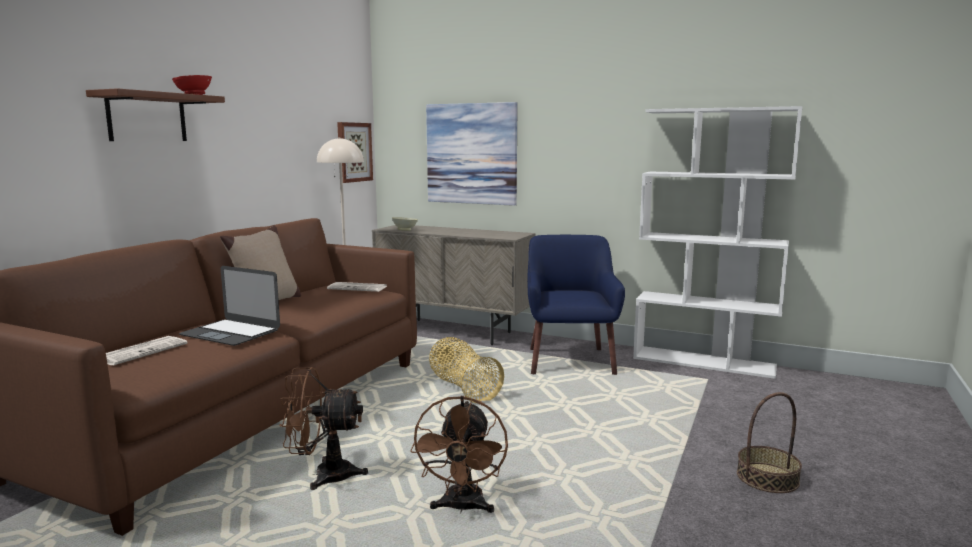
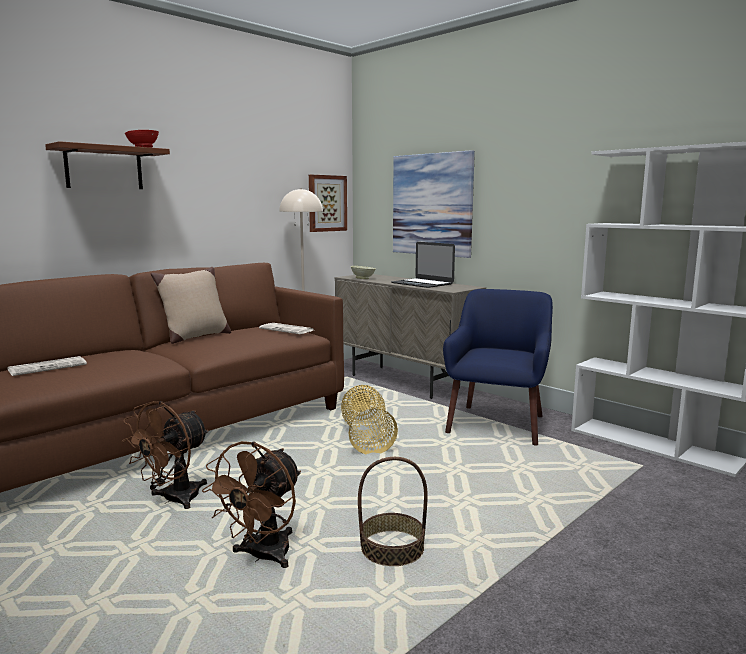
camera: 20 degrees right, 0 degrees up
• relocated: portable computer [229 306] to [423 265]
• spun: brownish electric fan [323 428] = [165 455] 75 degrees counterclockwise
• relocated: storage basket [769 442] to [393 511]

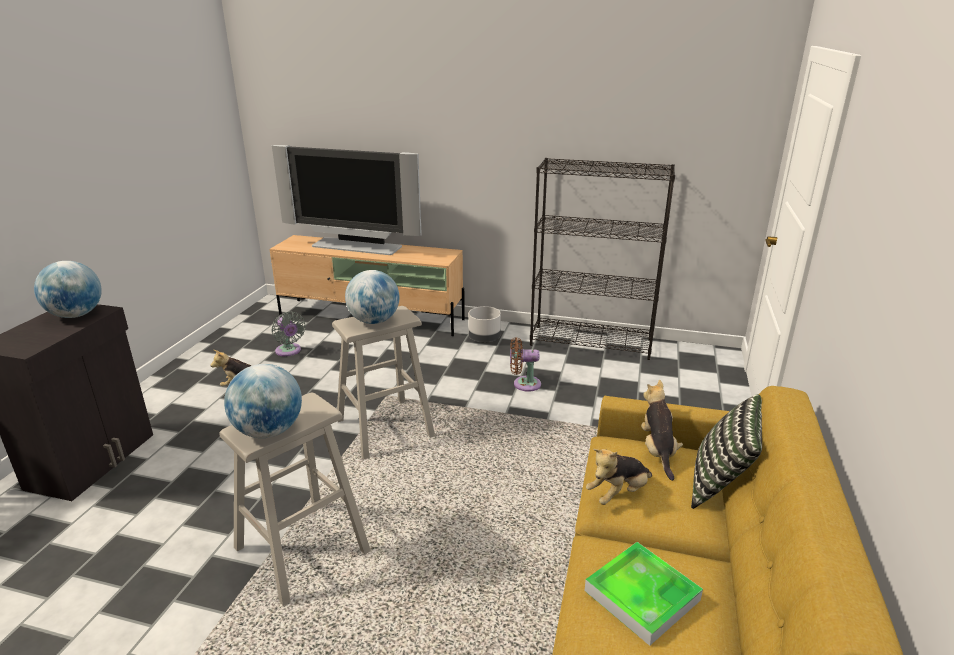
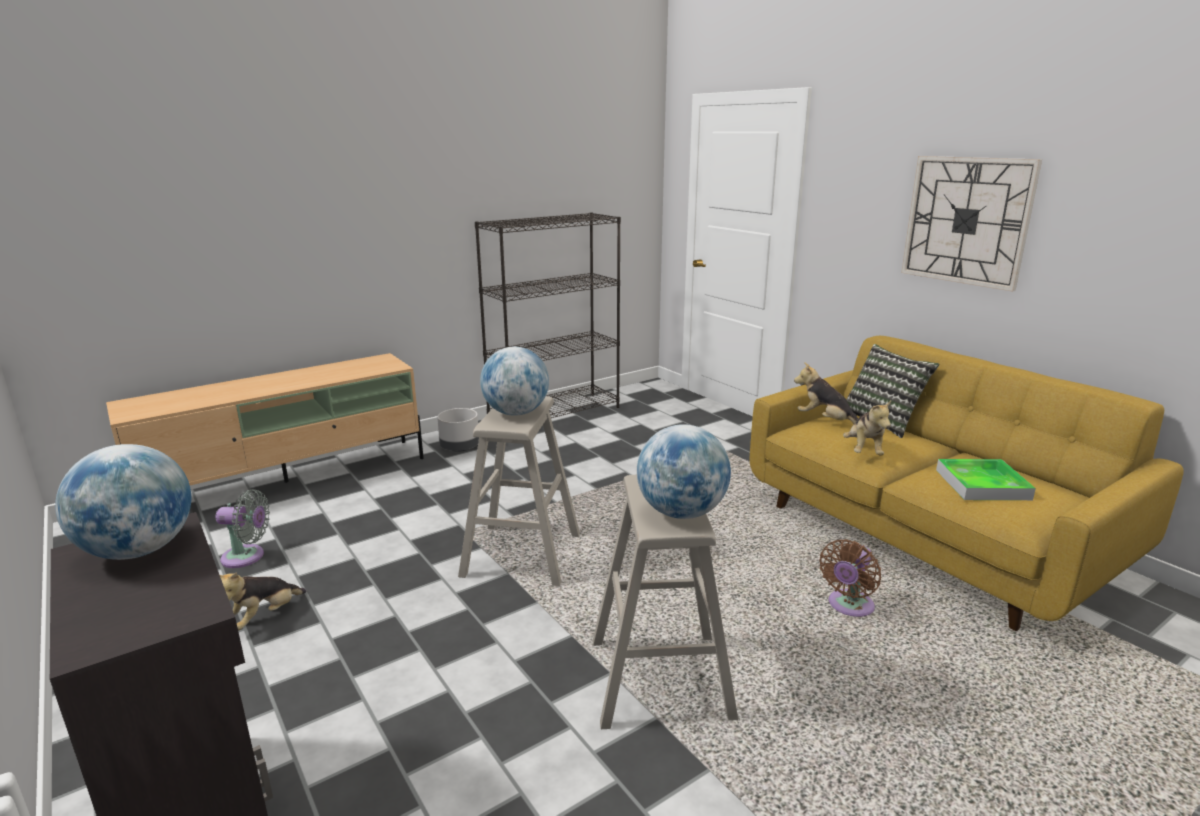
camera: 50 degrees left, 5 degrees down
• missing: TV set [347 200]
• relocated: brownish electric fan [525 364] to [850 578]
• appeared: clock on the wall [971 224]

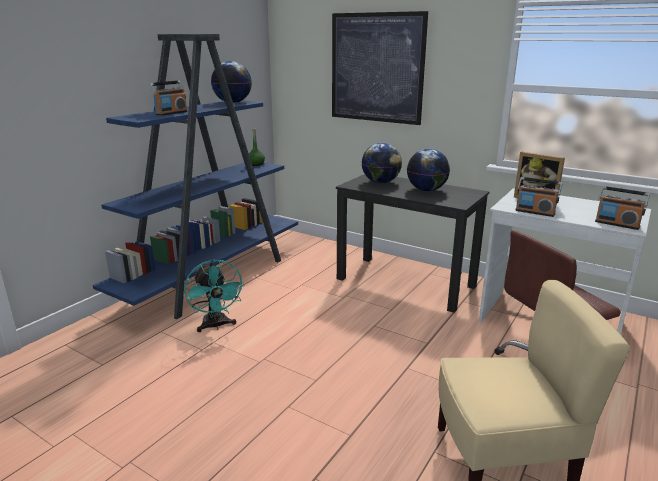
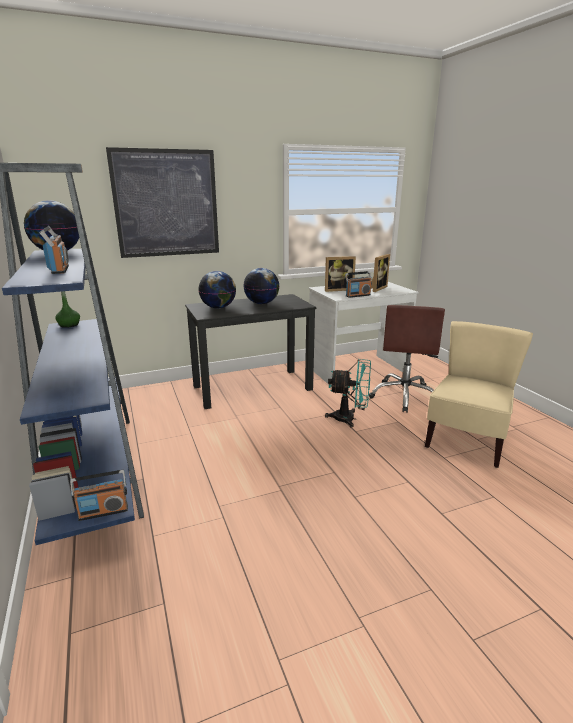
camera: 55 degrees left, 0 degrees up
• relocated: radio [622 208] to [99 495]
• relocated: blue-green electric fan [214 295] to [348 393]
• appeared: photo frame [380 273]

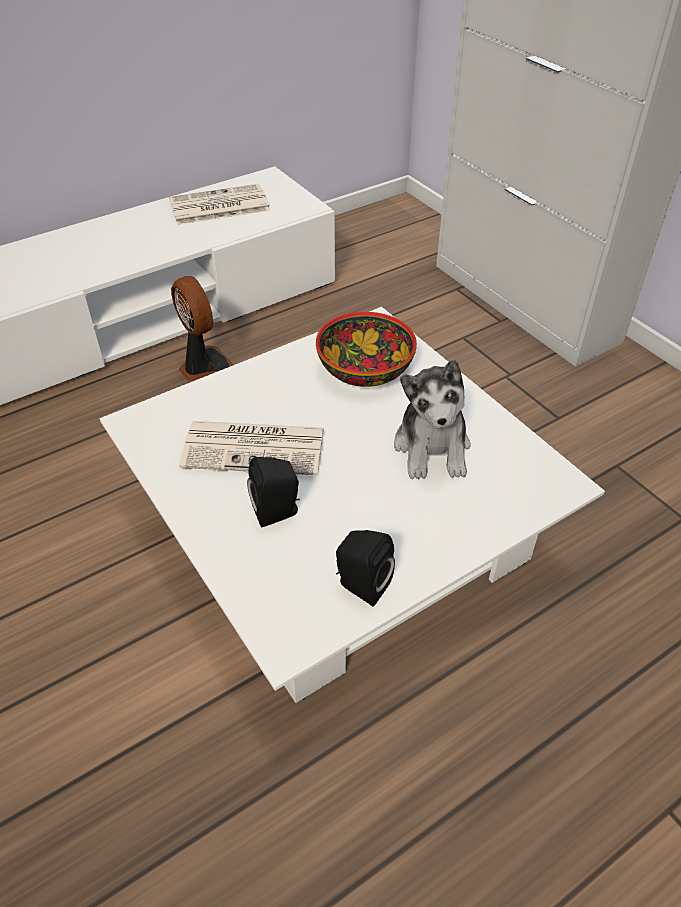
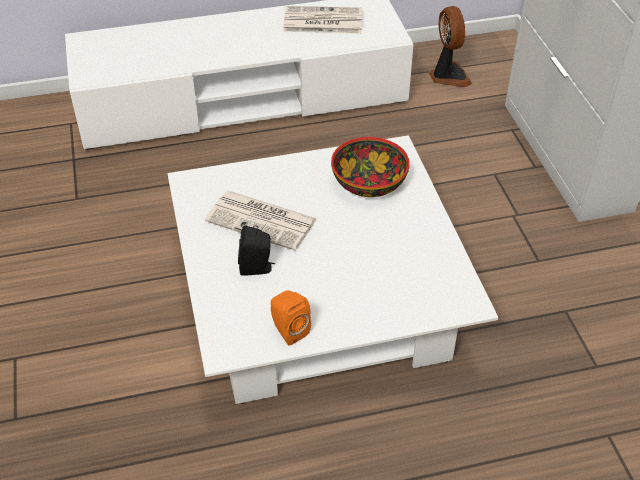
camera: 20 degrees right, 0 degrees up
• relocated: electric fan [202 329] to [450 46]
• missing: soft toy [432 419]
• colour: black-coloured speaker [365 568] to orange speaker [291 318]

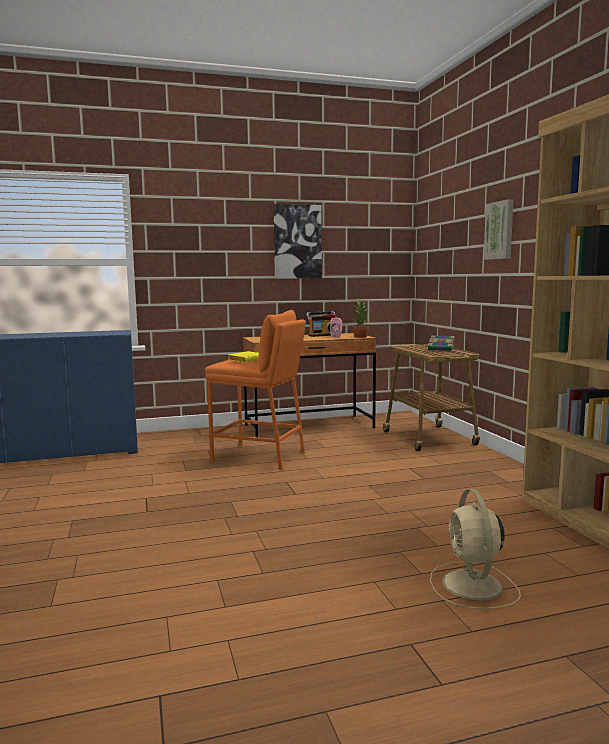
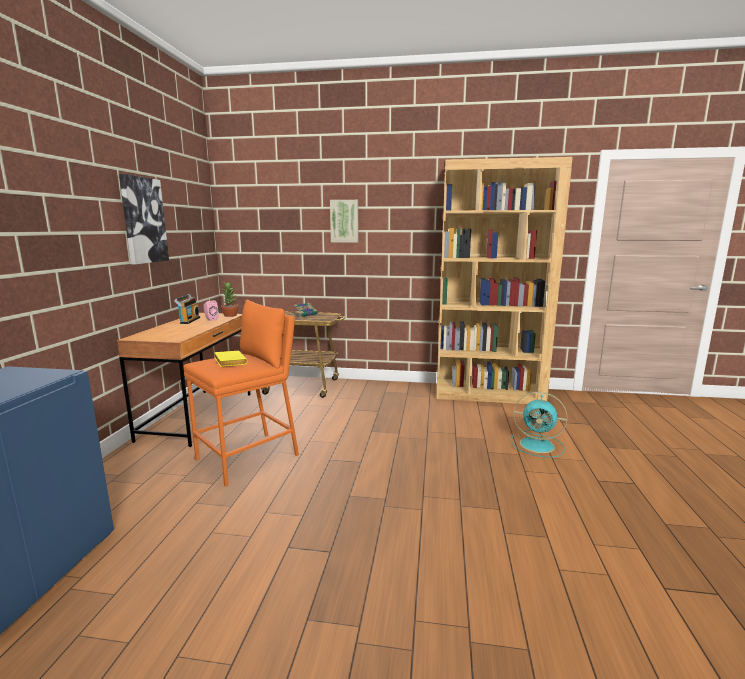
camera: 65 degrees left, 5 degrees up
• colour: beige-coloured electric fan [475 549] to blue-green electric fan [539 425]

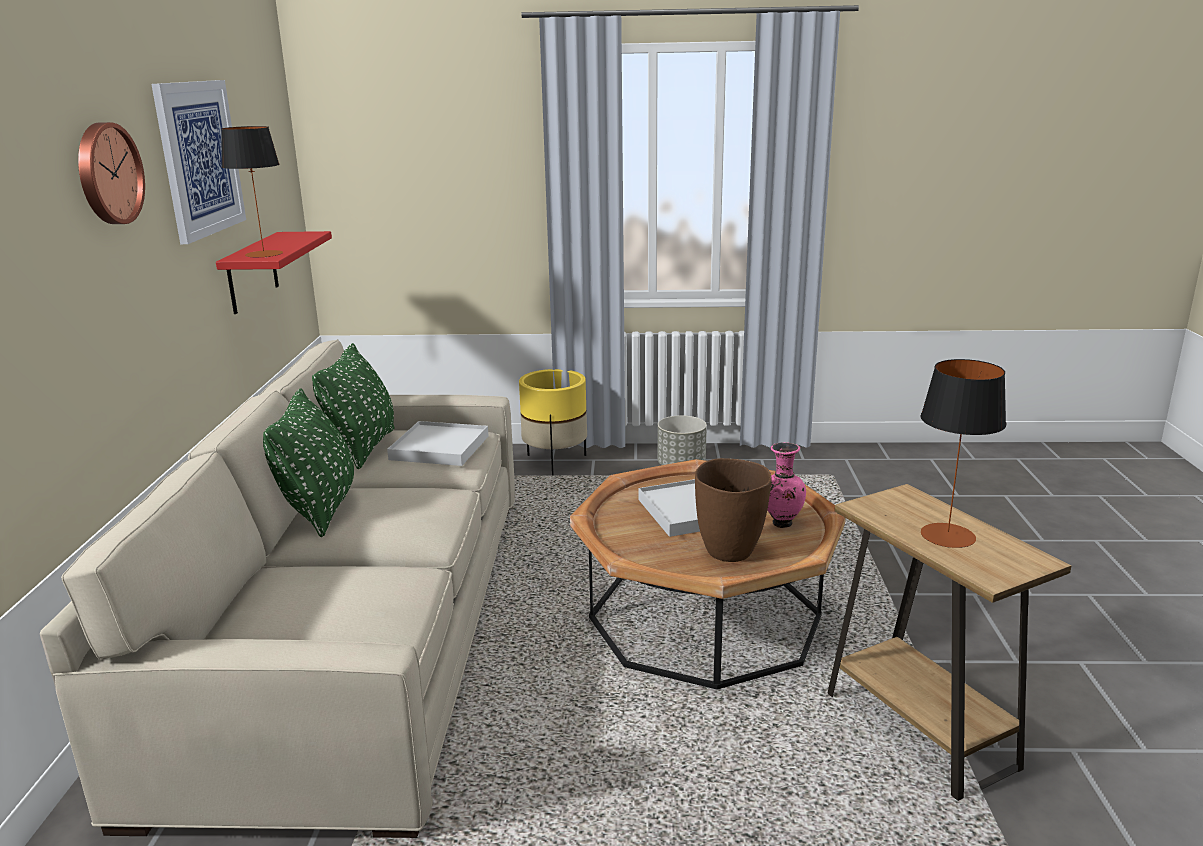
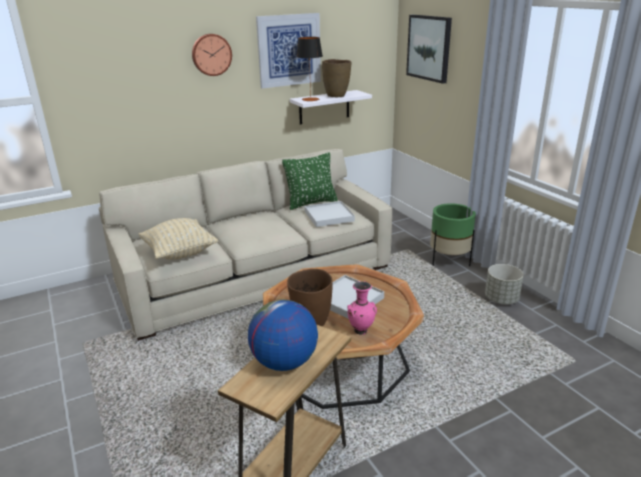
camera: 60 degrees right, 5 degrees up
• colour: red-coloured shelf [274 272] to white-coloured shelf [331 107]
• exchanged: lamp for a table [963 453] to world globe [283 335]
• colour: yellowish flower pot [553 422] to green flower pot [453 234]
• missing: green throw pillow [308 462]
• appeared: picture [429 49]
• appeared: brownish decorative vase [336 78]
• appeared: beige-coloured throw pillow [178 239]

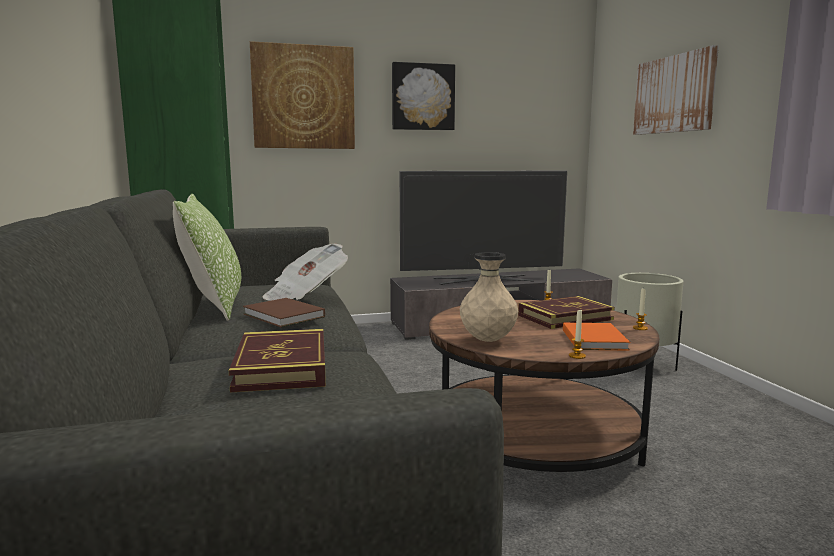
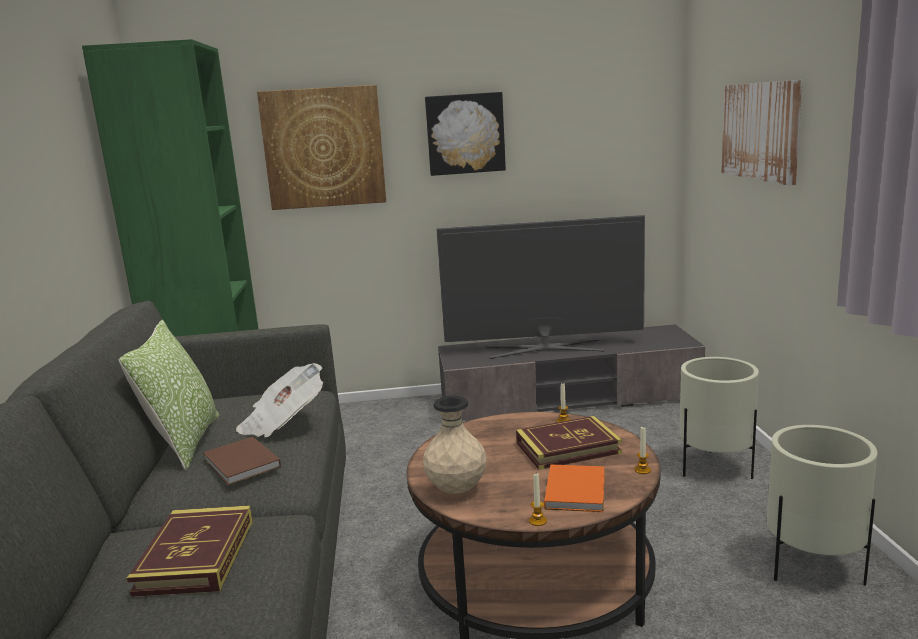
camera: 10 degrees right, 5 degrees up
• appeared: beige-coloured flower pot [822 505]

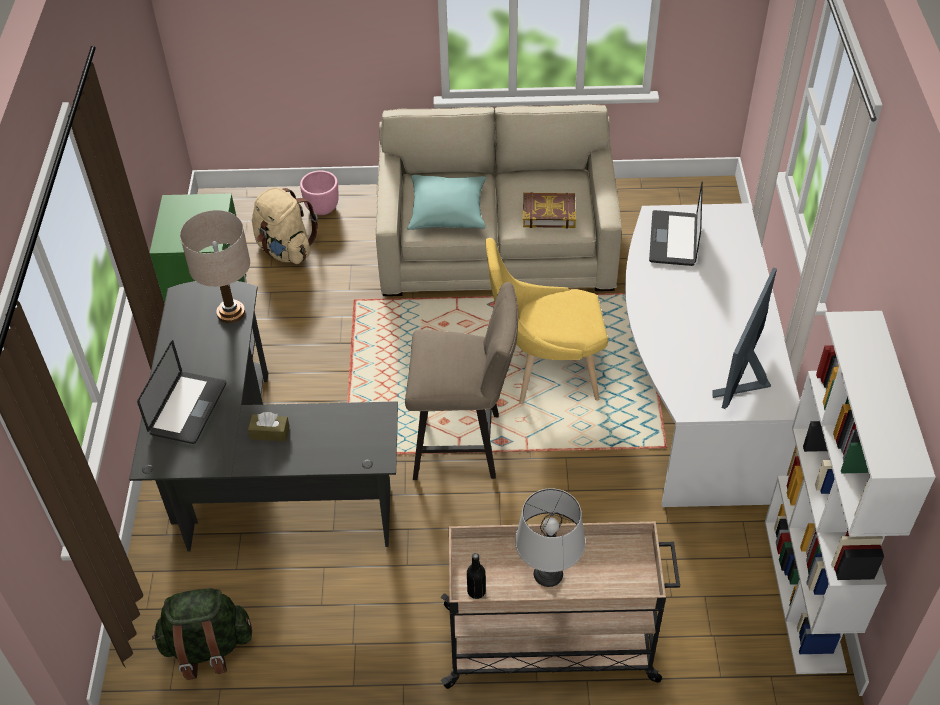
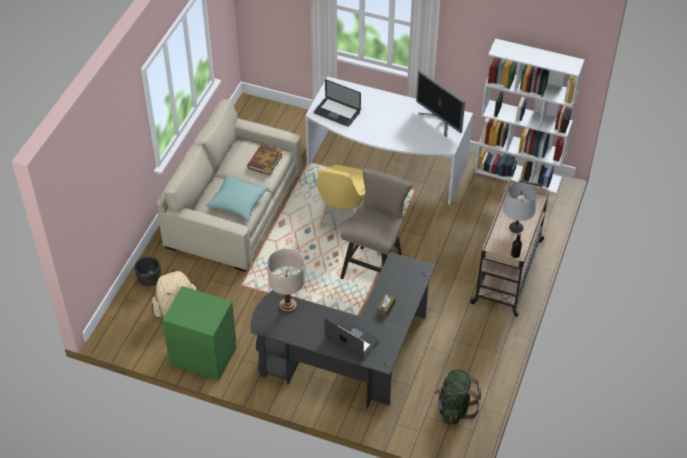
camera: 70 degrees left, 0 degrees up
• colour: pink-coloured flower pot [319 192] to black-coloured flower pot [148 271]

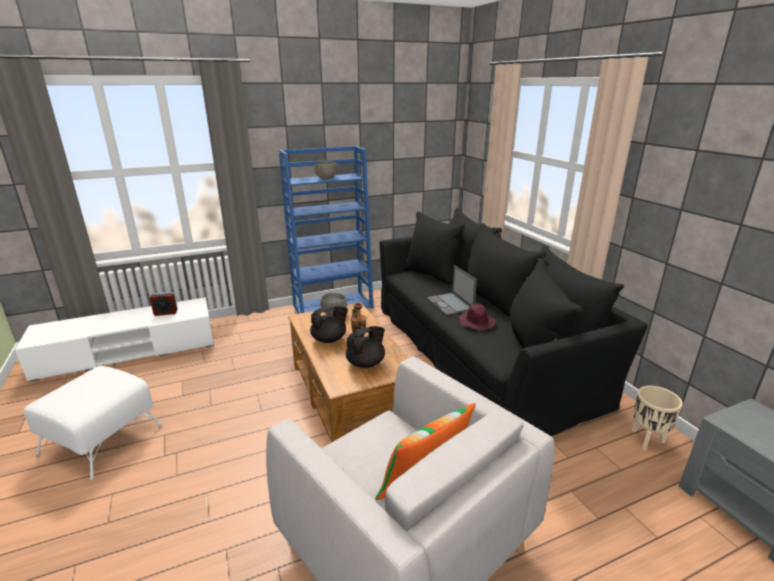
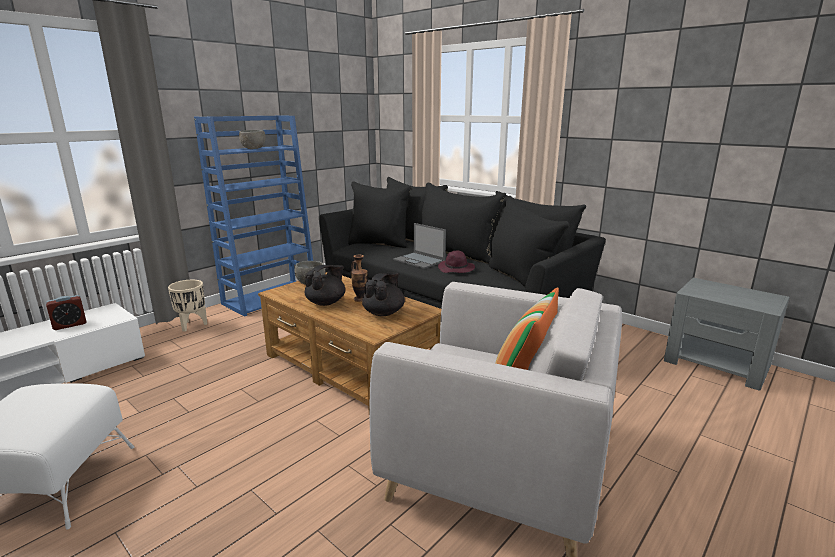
camera: 25 degrees left, 5 degrees down
• relocated: beige-coloured flower pot [657 418] to [187 306]

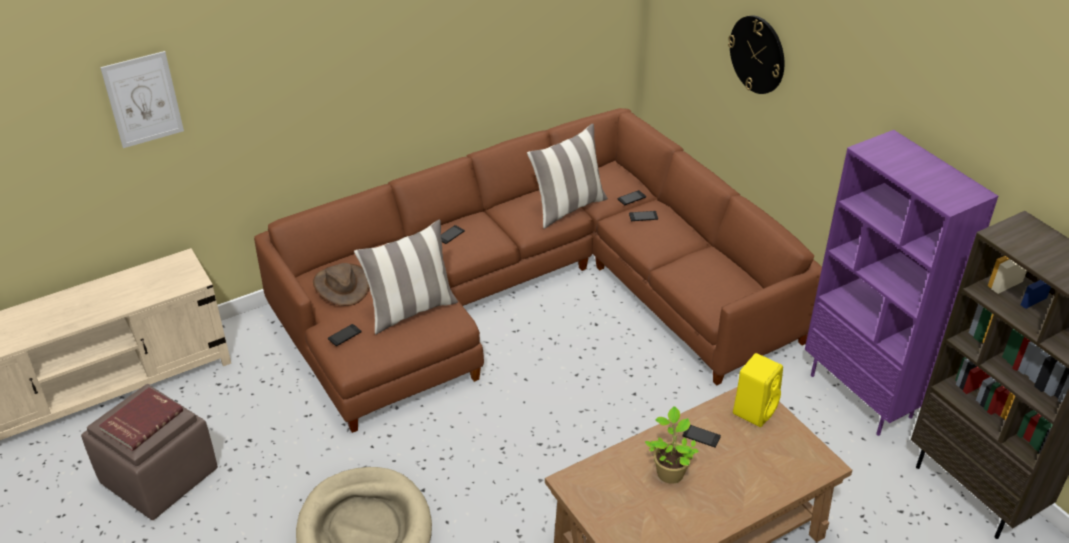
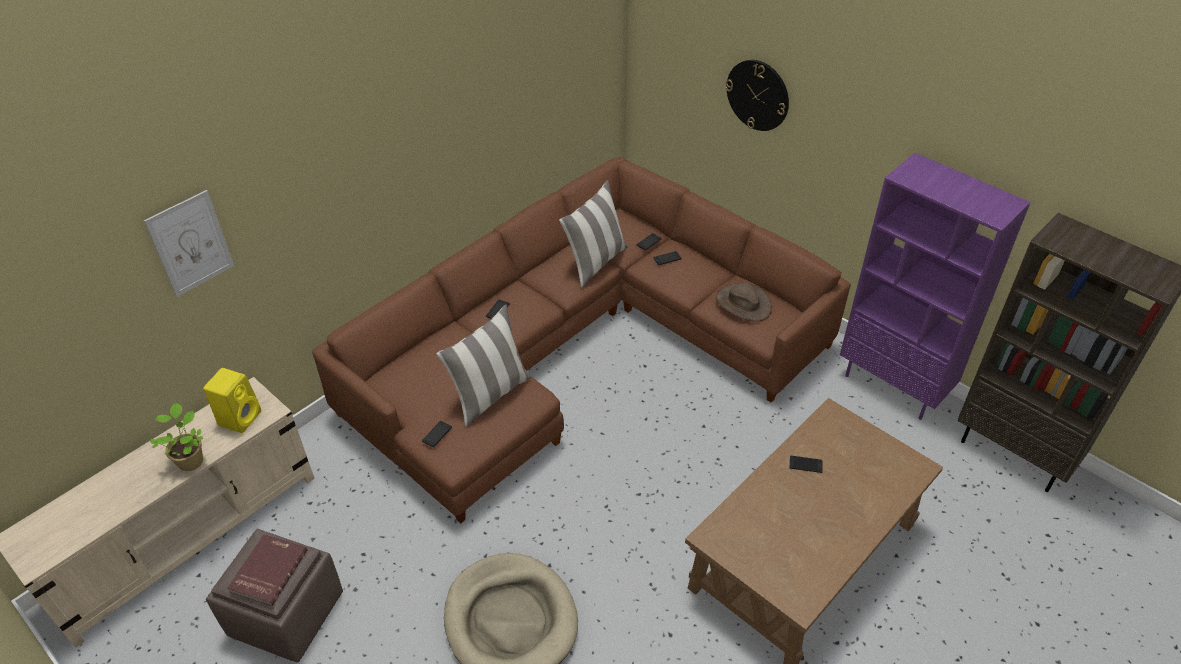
camera: 15 degrees left, 5 degrees up
• relocated: brownish hat [341 284] to [744 302]
• relocated: yellowish speaker [758 390] to [232 400]
• relocated: plant in a pot [672 445] to [176 437]

